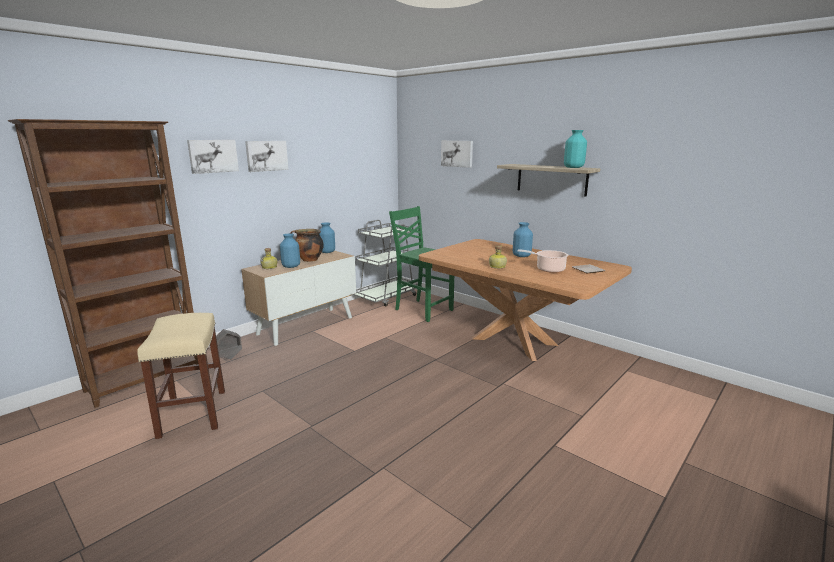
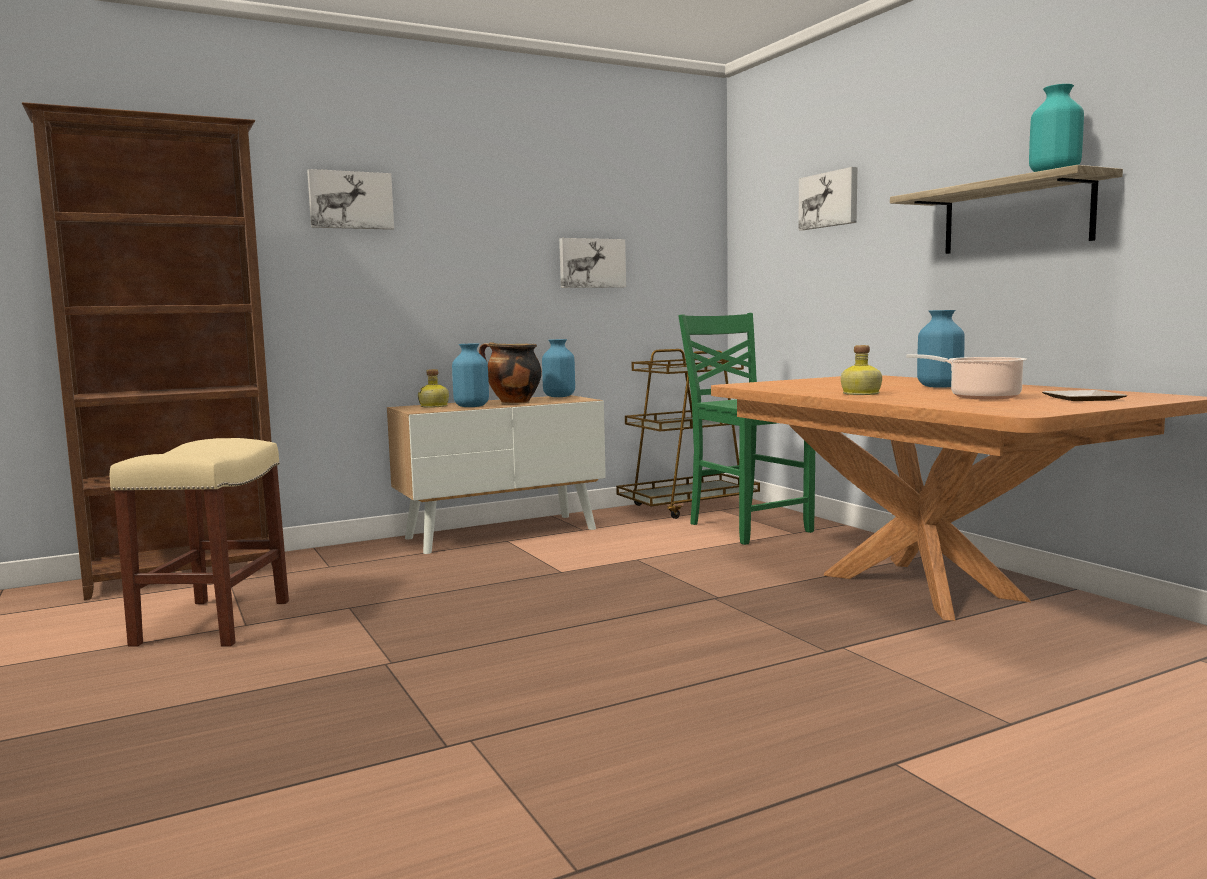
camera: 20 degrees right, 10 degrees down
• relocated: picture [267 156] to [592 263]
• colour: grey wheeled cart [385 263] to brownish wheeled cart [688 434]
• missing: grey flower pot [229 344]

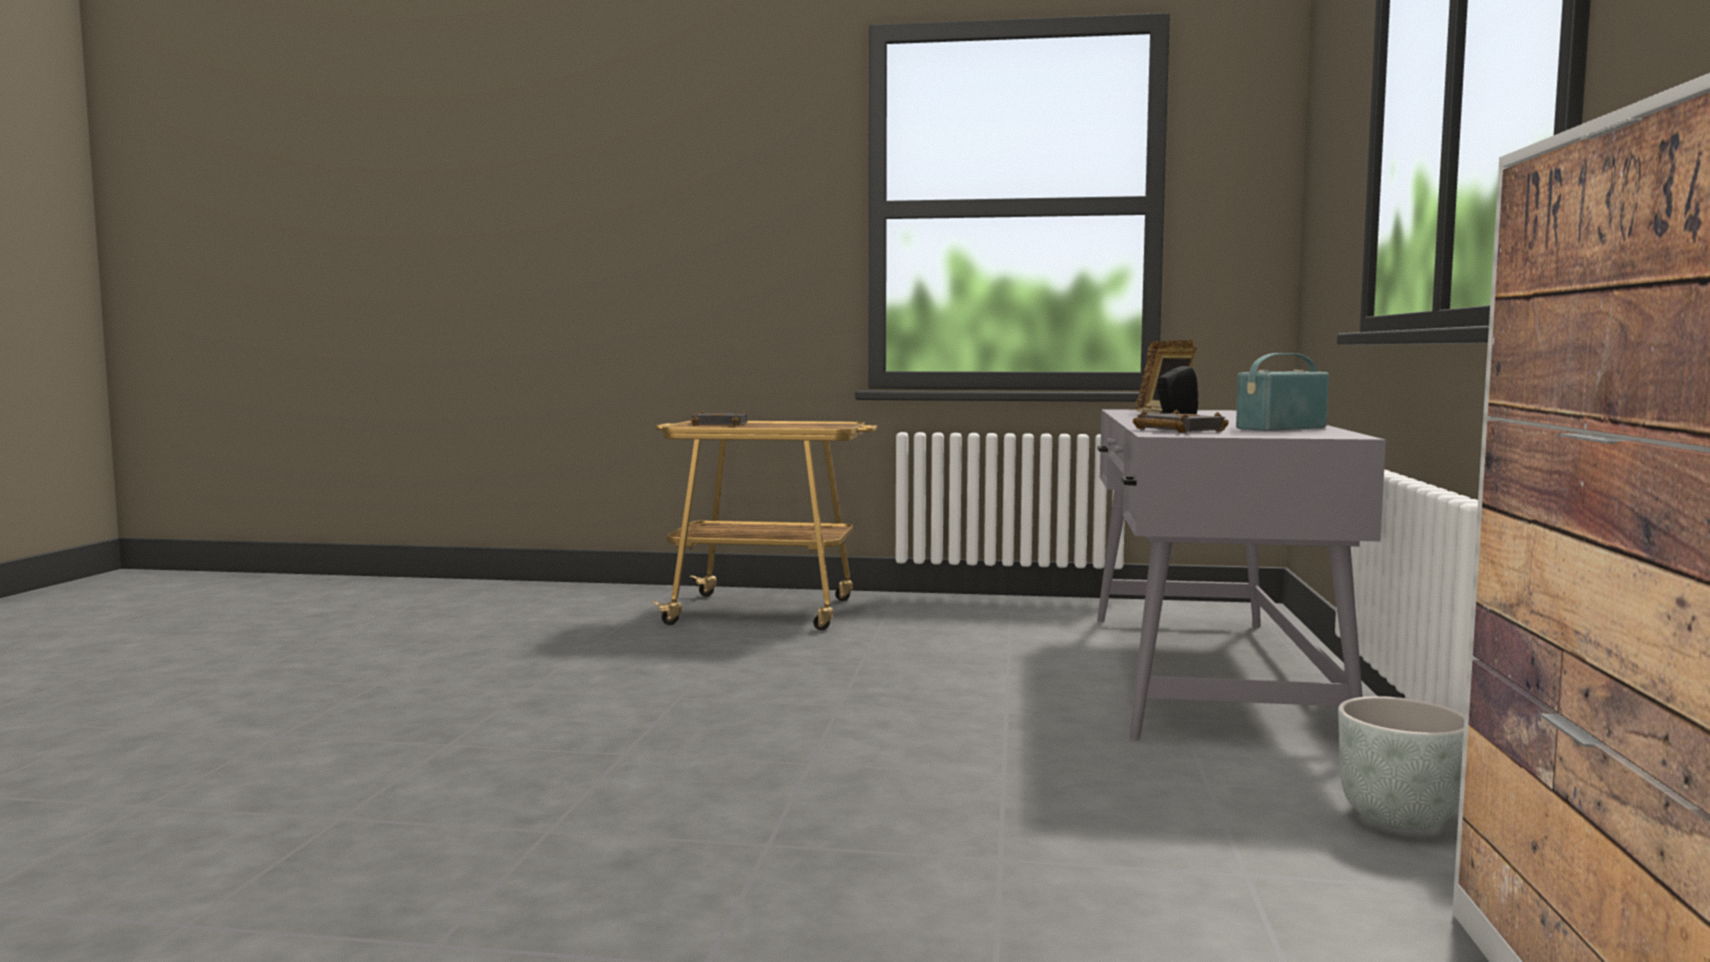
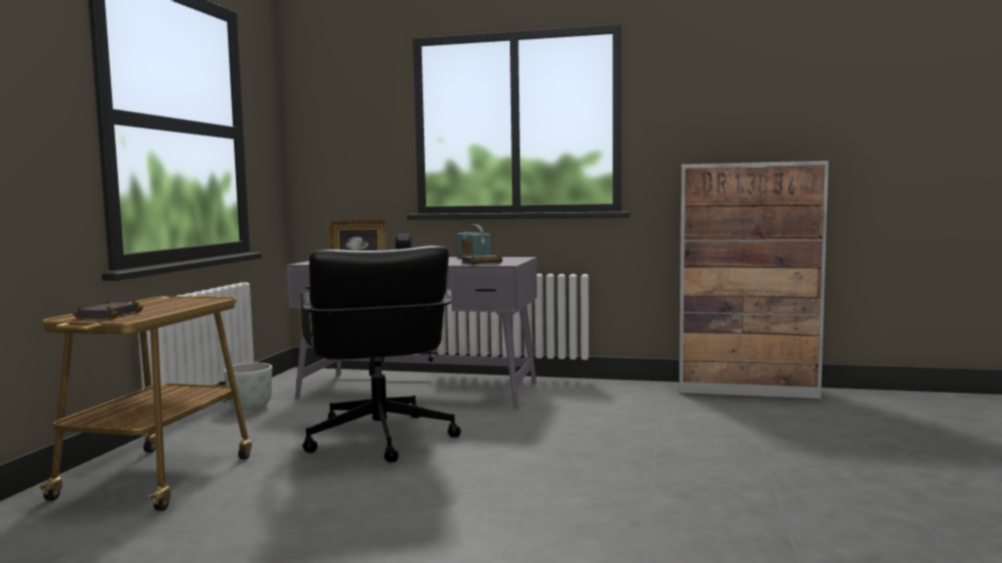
camera: 85 degrees left, 0 degrees up
• relocated: grey flower pot [1401 763] to [248 387]
• appeared: black-coloured desk chair [380 354]

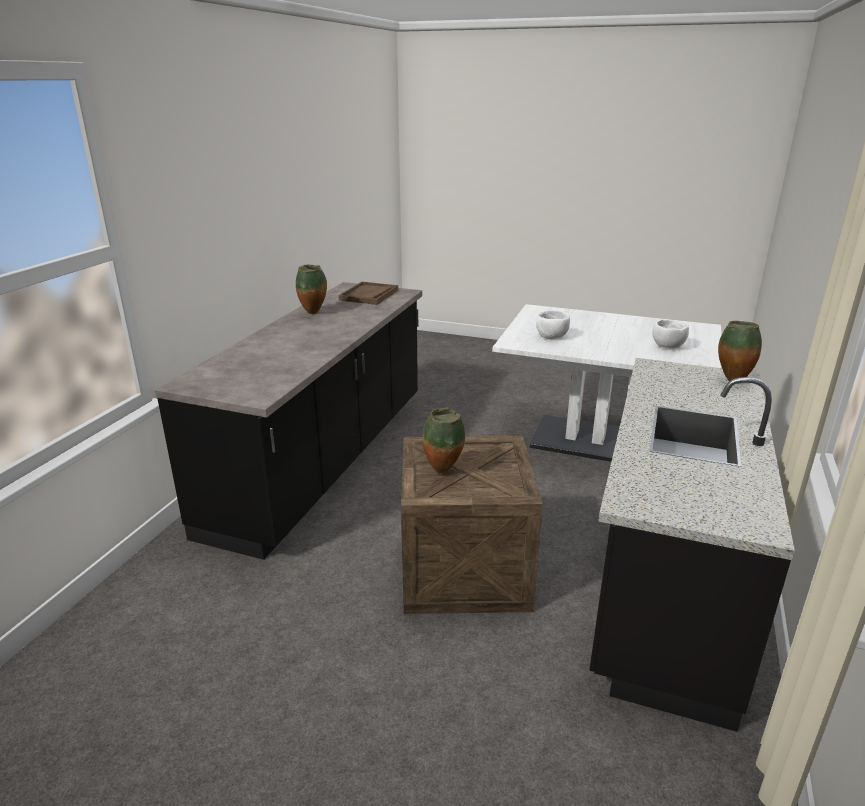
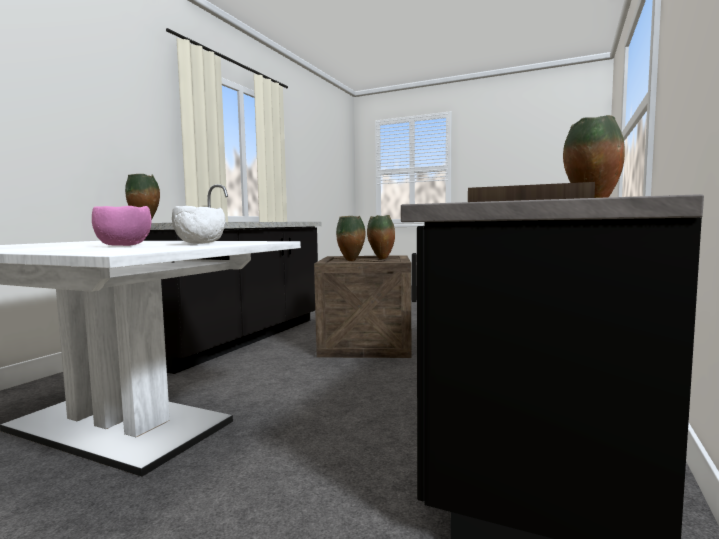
camera: 175 degrees left, 20 degrees down
• missing: white-coloured deep dish [671 334]
• appeared: pink-coloured deep dish [122 226]
• appeared: decorative vase [350 238]

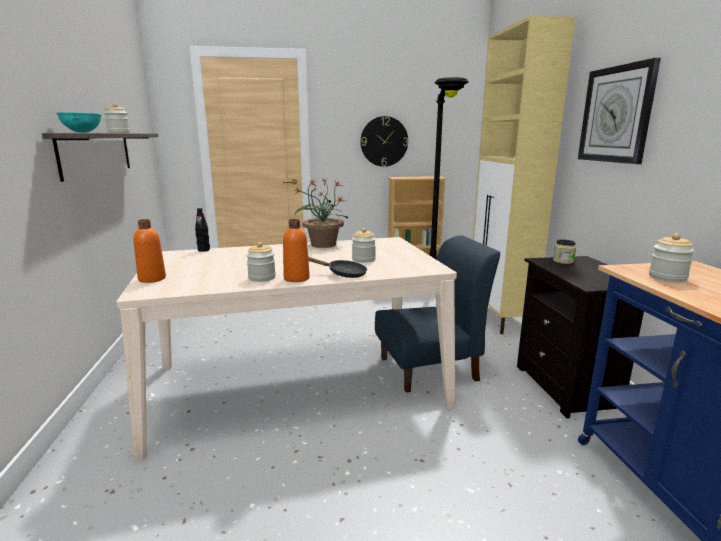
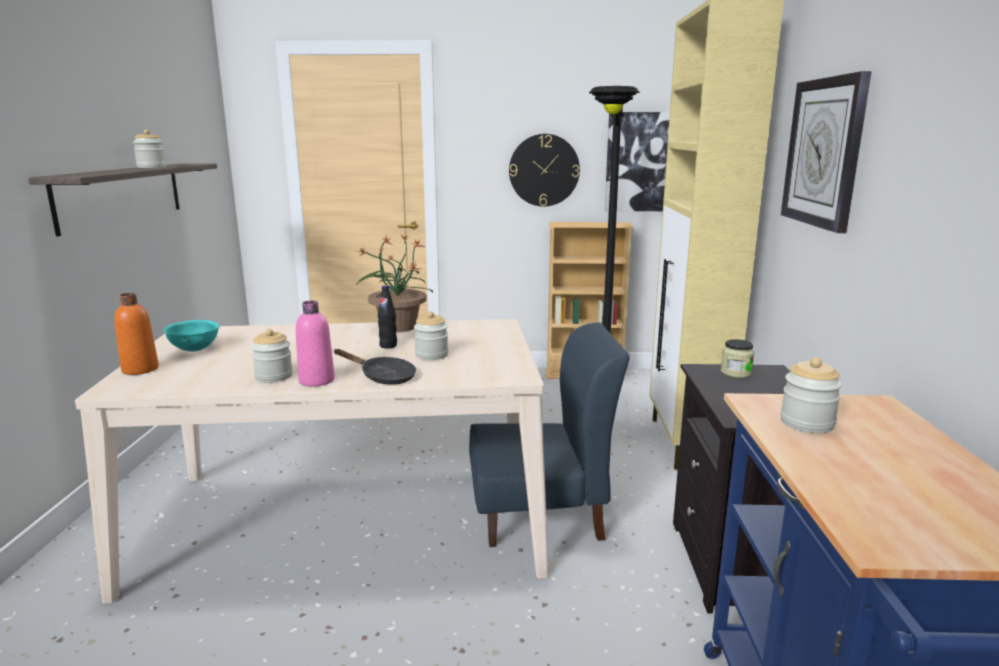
camera: 10 degrees right, 0 degrees up
• relocated: blue-green deep dish [79 122] to [191 336]
• relocated: black-coloured drink bottle [202 230] to [387 316]
• colour: orange drink bottle [296 250] to pink-coloured drink bottle [315 343]
• appeared: picture [637 161]

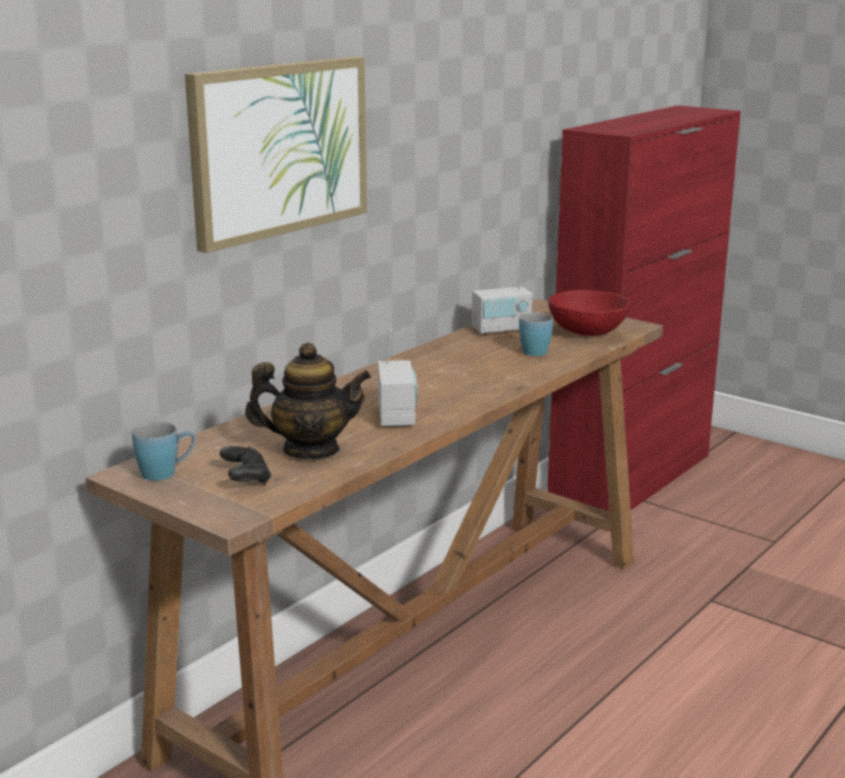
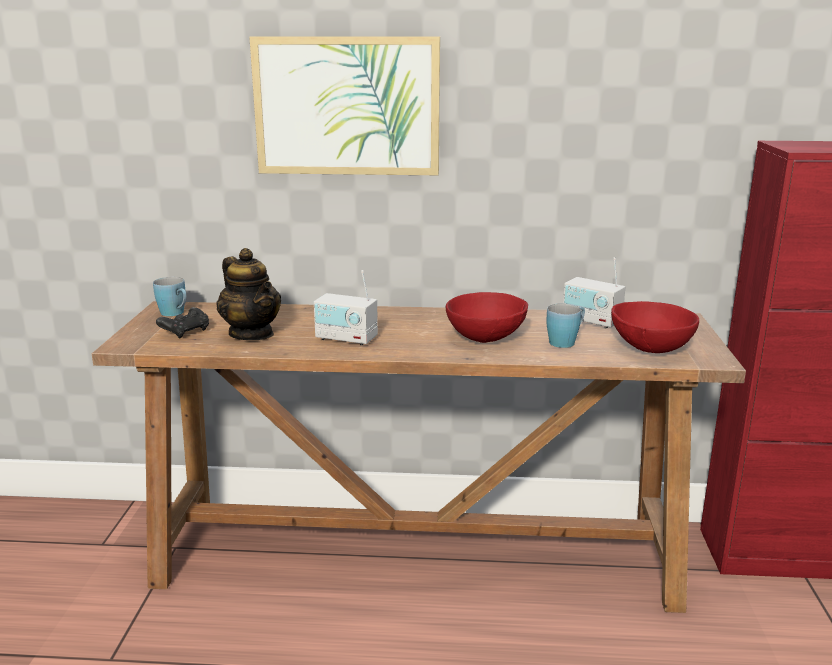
camera: 55 degrees right, 0 degrees up
• spun: radio [397 378] = [346 308] 60 degrees clockwise
• appeared: red-coloured deep dish [487 317]

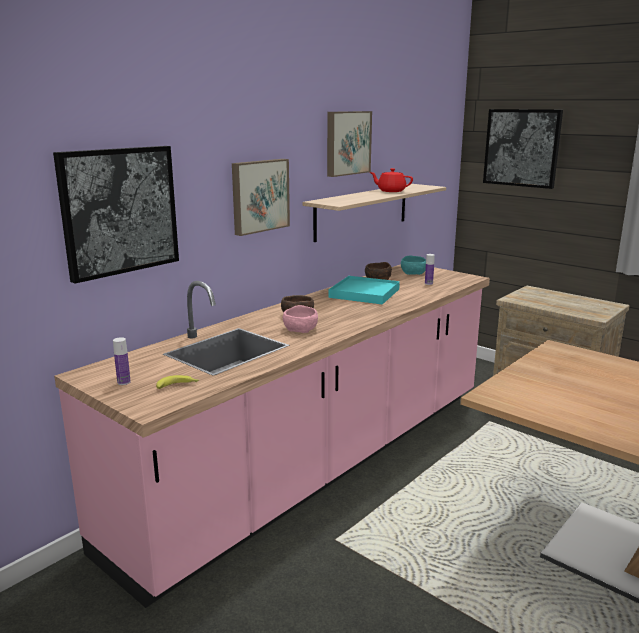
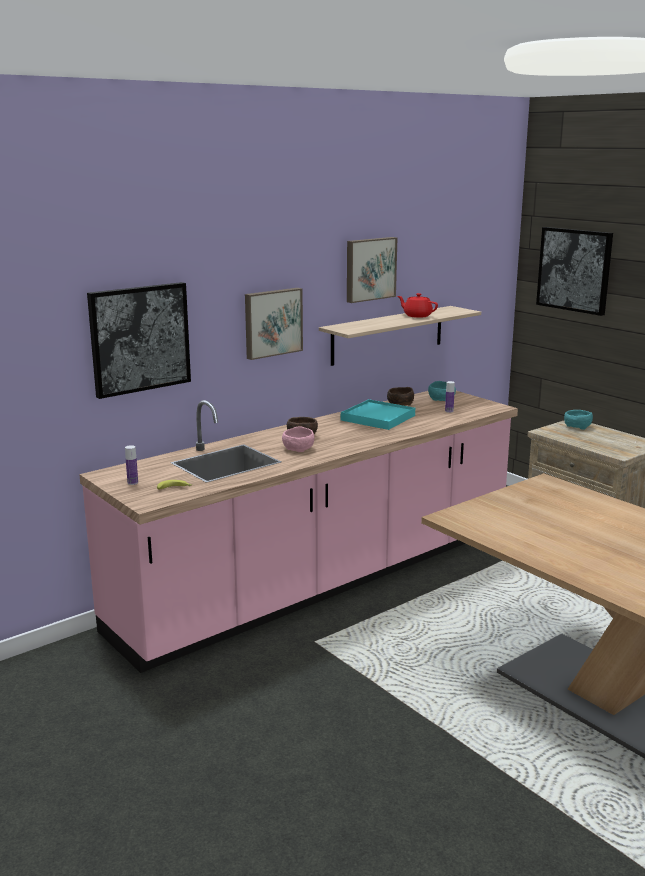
camera: 10 degrees right, 0 degrees up
• appeared: blue-green deep dish [578 420]

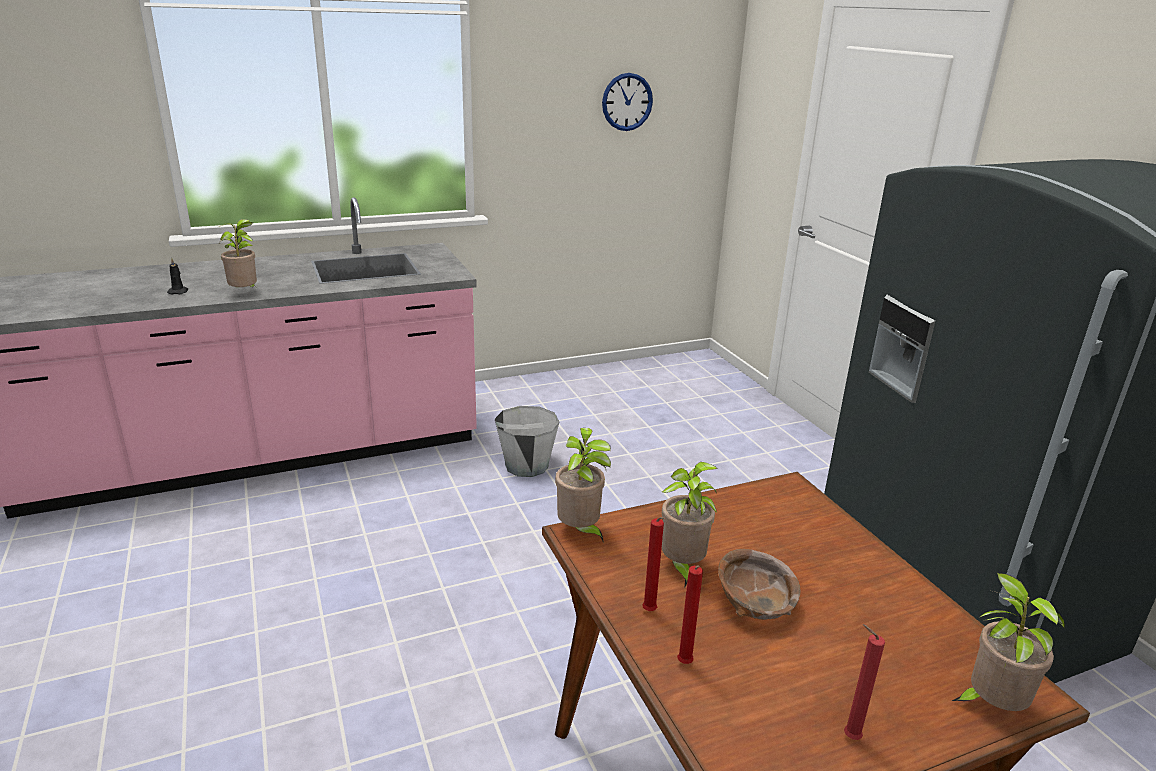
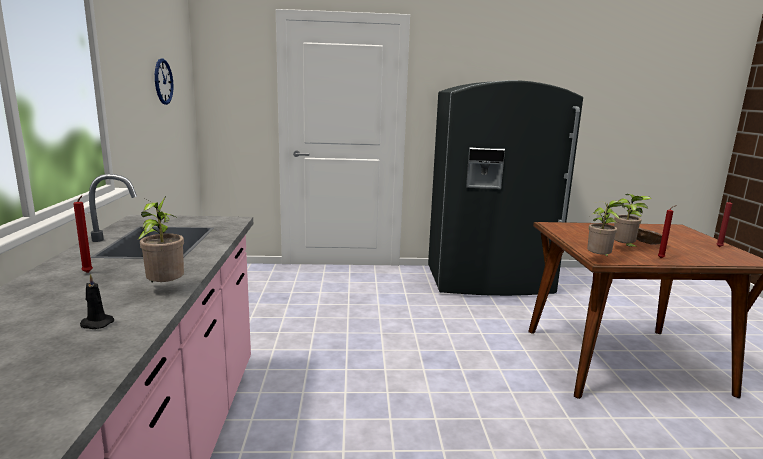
camera: 70 degrees left, 10 degrees down
• missing: grey bucket [527 441]
• relocated: red-coloured wax candle [690 614] to [83 234]
• missing: plant in a pot [1008 641]

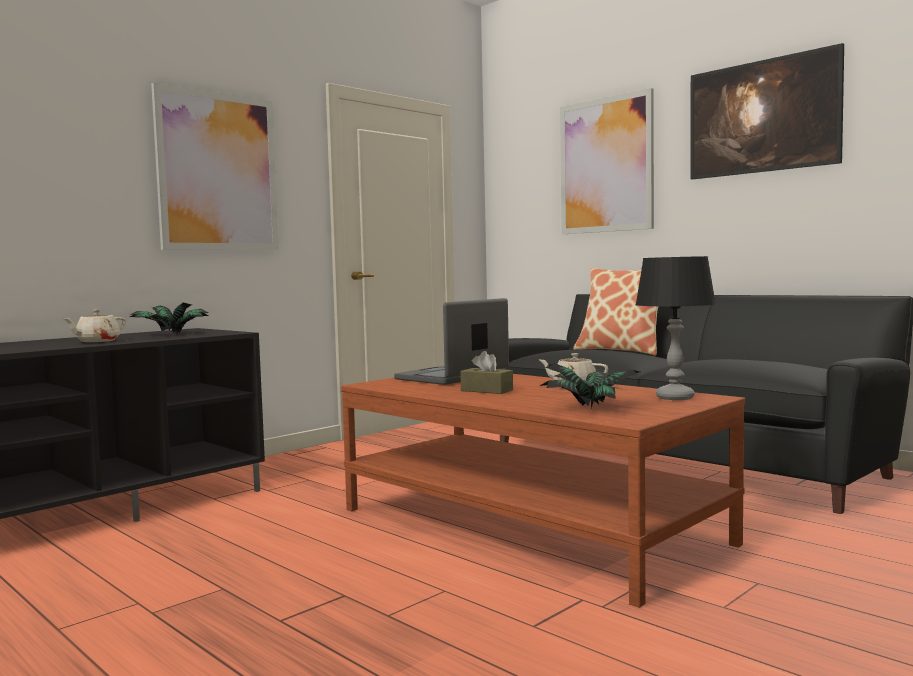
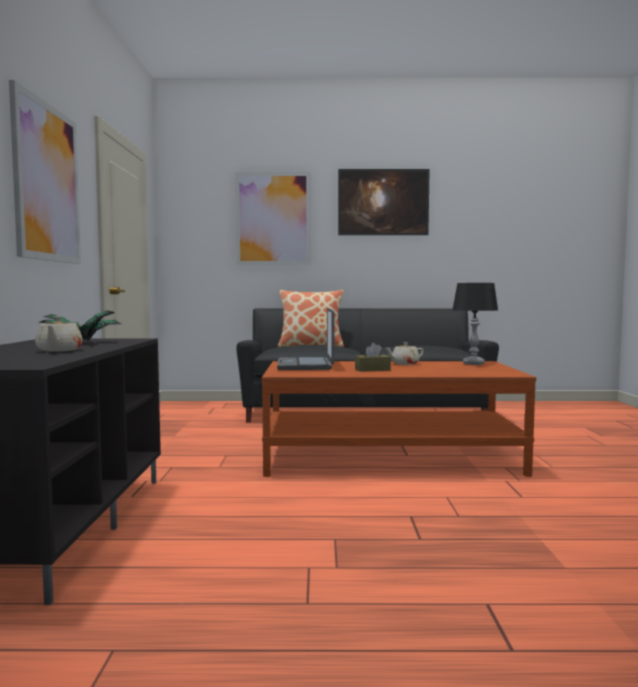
camera: 45 degrees left, 0 degrees up
• missing: plant in a pot [590 385]

